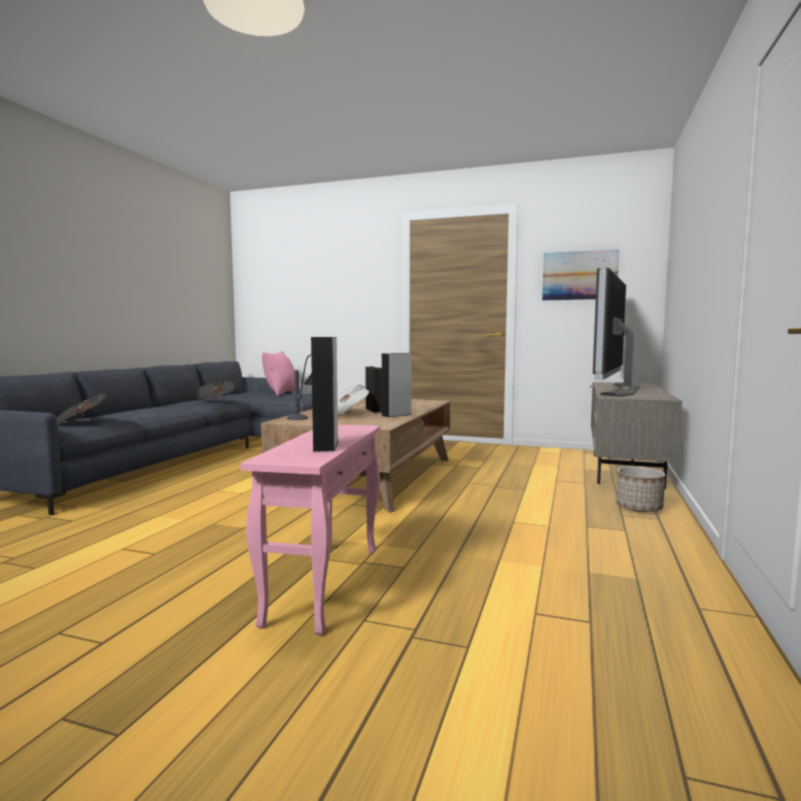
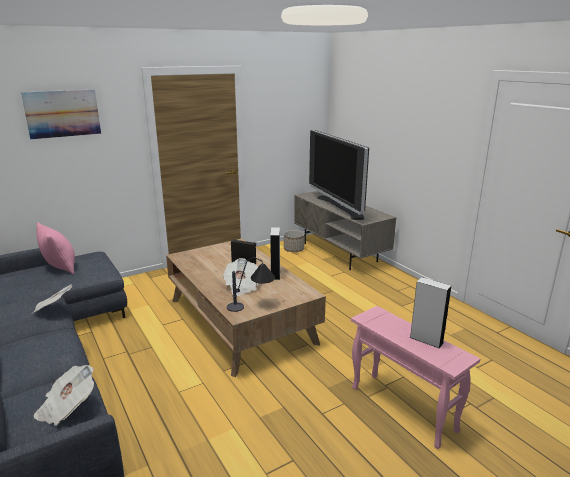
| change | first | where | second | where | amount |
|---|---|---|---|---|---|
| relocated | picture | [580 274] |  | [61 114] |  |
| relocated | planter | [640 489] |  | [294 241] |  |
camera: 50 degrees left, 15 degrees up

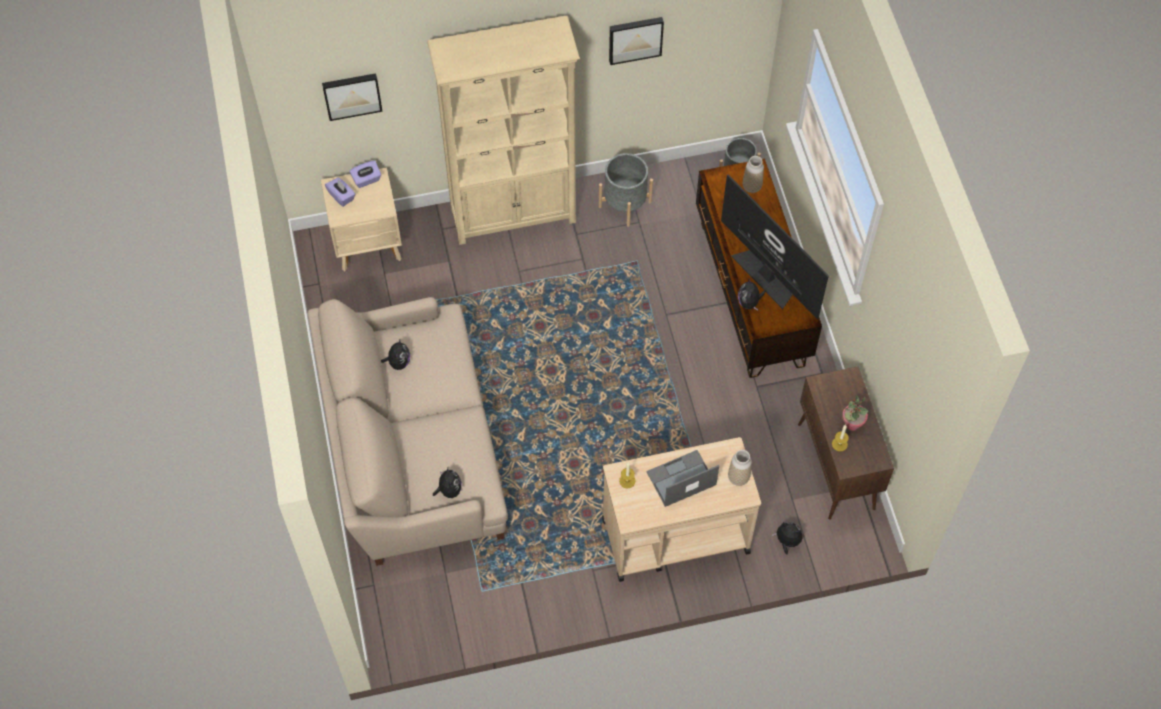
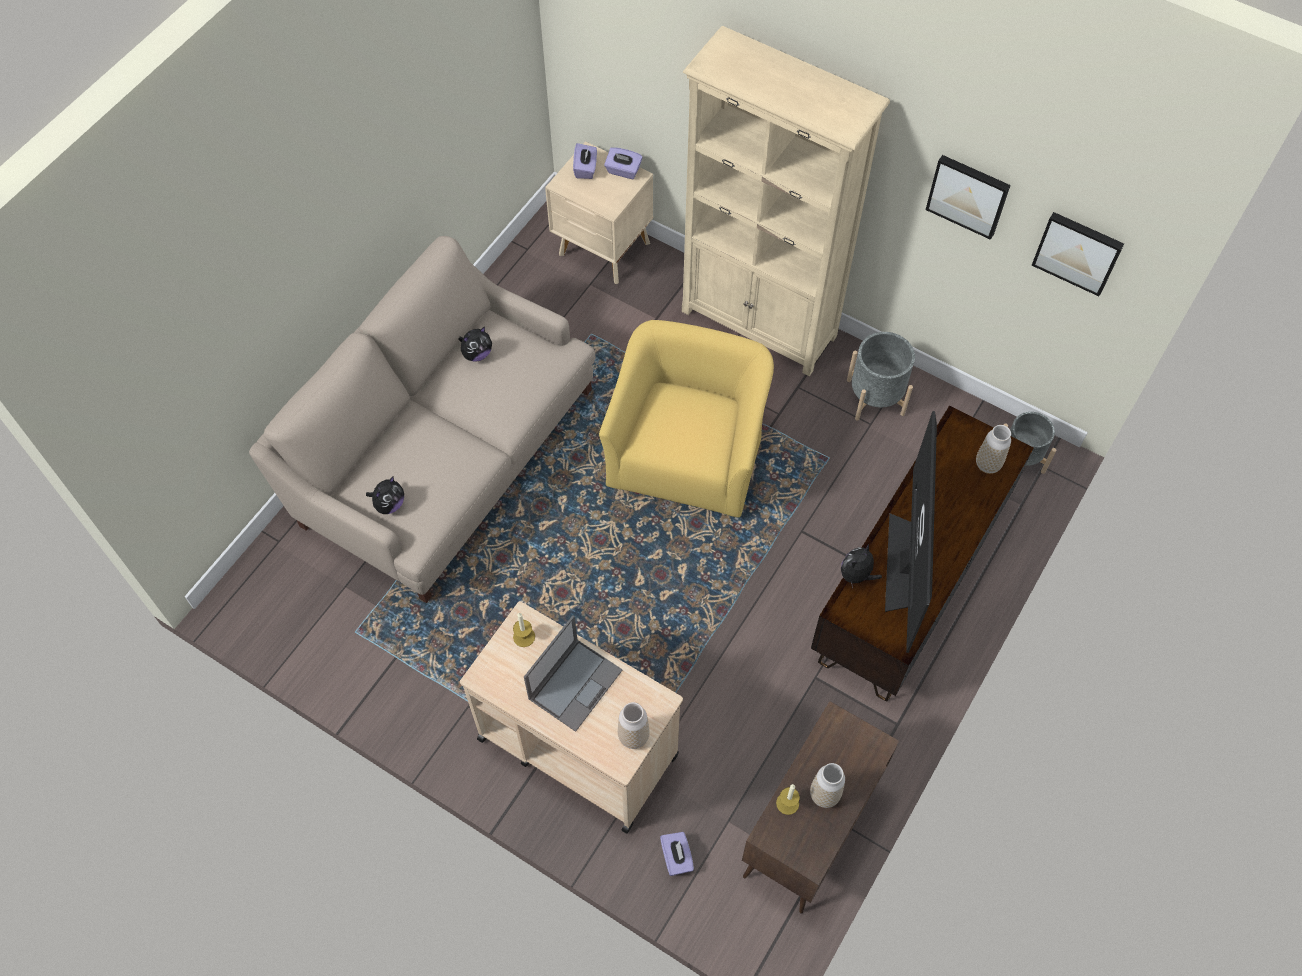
| change | first | where | second | where | amount |
|---|---|---|---|---|---|
| appeared |  |  | yellow armchair | [686 418] |  |
| relocated | picture | [352 97] |  | [1078 254] |  |
| exchanged | plush toy | [787 538] | purple tissue box | [677 854] |  |
| exchanged | potted plant | [855 413] | vase | [827 785] |  |
| spun | laptop | [682 478] |  | [573 673] | 105 degrees clockwise |
camera: 45 degrees right, 0 degrees up

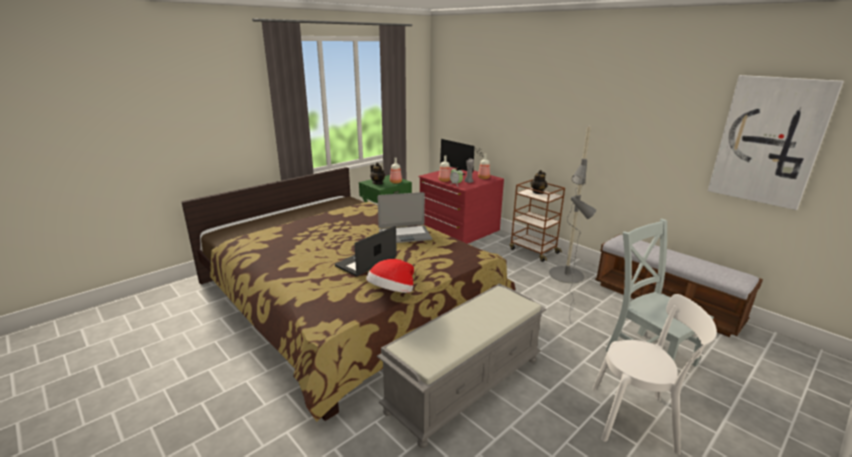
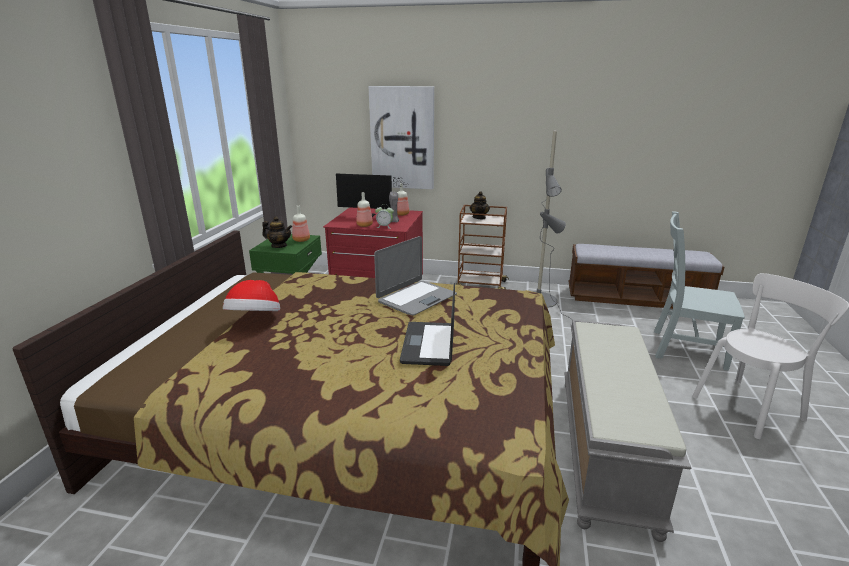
| change | first | where | second | where | amount |
|---|---|---|---|---|---|
| relocated | hat | [390 276] |  | [251 295] |  |
| relocated | picture | [776 142] |  | [401 137] |  |
camera: 35 degrees left, 0 degrees up

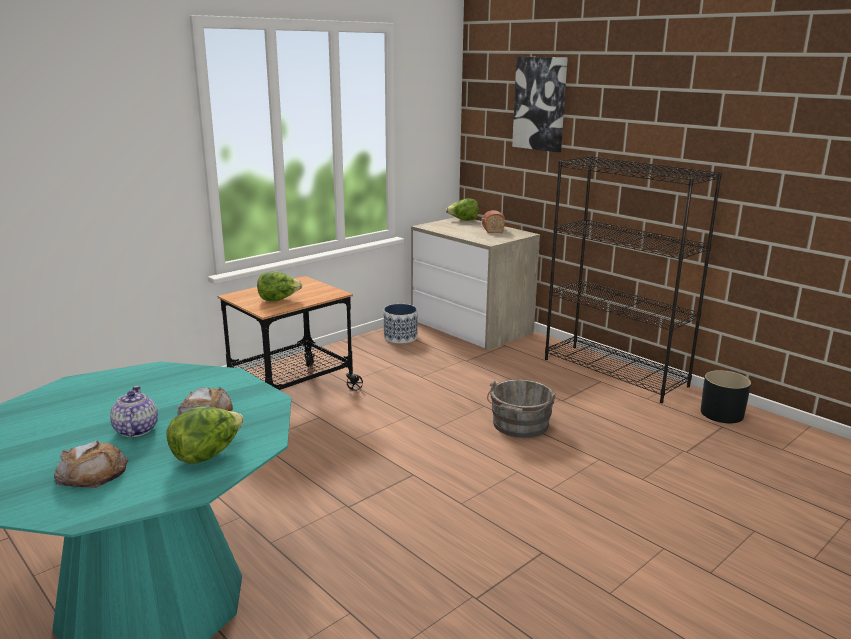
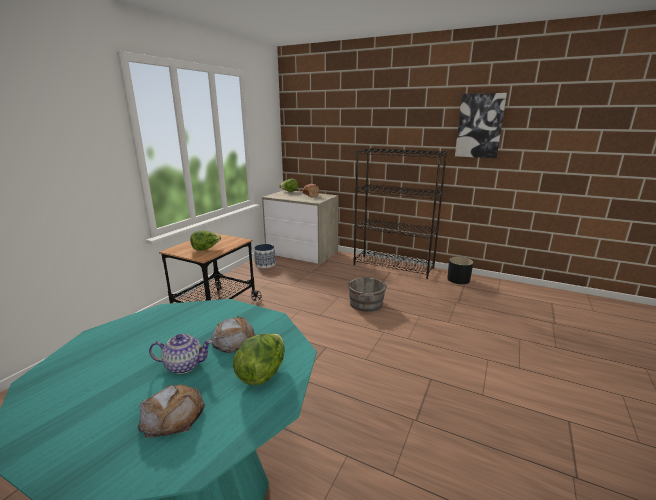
| change | first | where | second | where | amount |
|---|---|---|---|---|---|
| relocated | picture | [540 104] |  | [481 125] |  |
| spun | teapot | [134 411] |  | [181 354] | 120 degrees clockwise |
camera: 20 degrees left, 0 degrees up

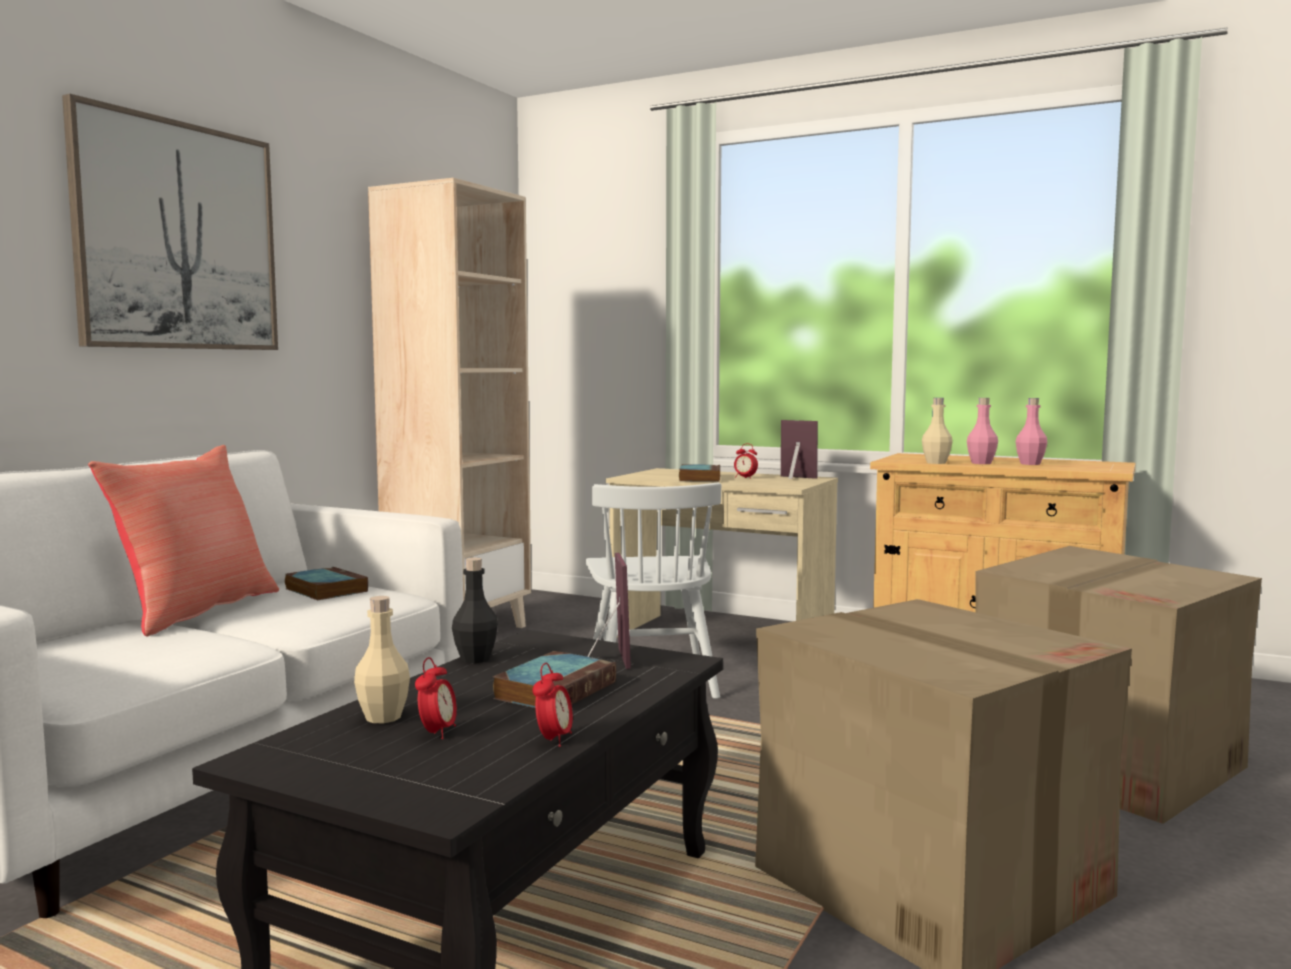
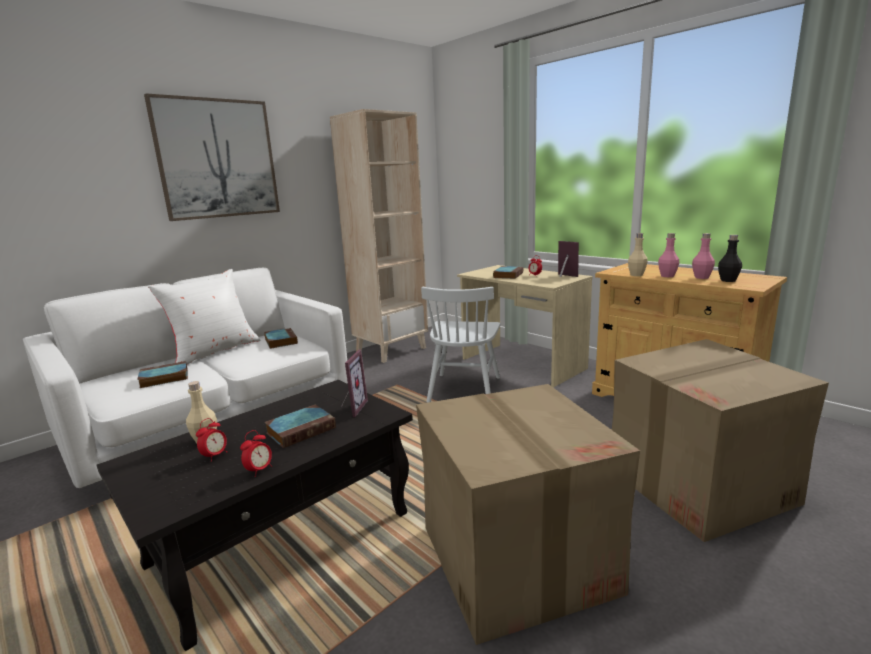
| change | first | where | second | where | amount |
|---|---|---|---|---|---|
| appeared |  |  | book | [162 374] |  |
| relocated | black bottle | [475 610] |  | [730 258] |  |
| colour | red pillow | [183 540] | white pillow | [204 317] |  |
camera: 20 degrees right, 10 degrees up

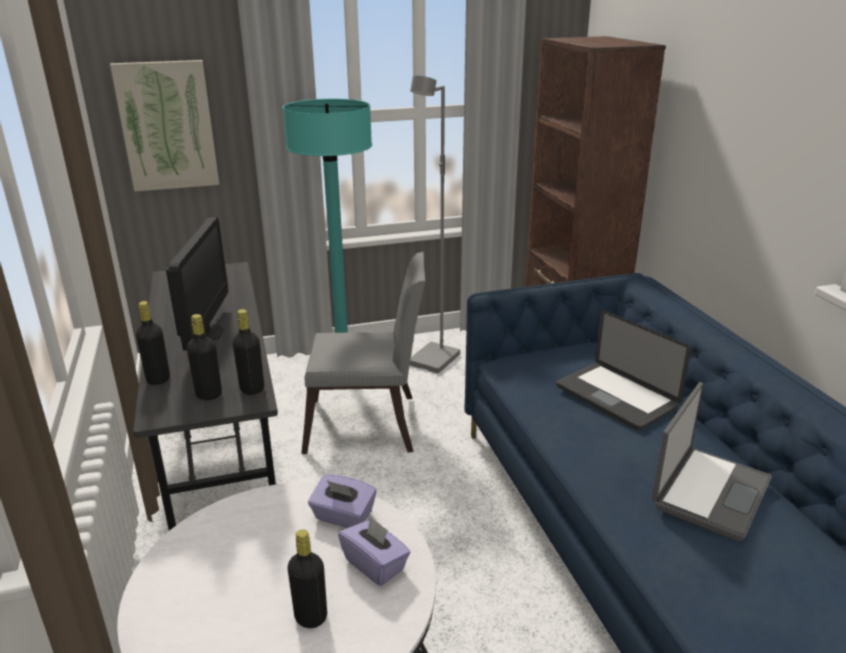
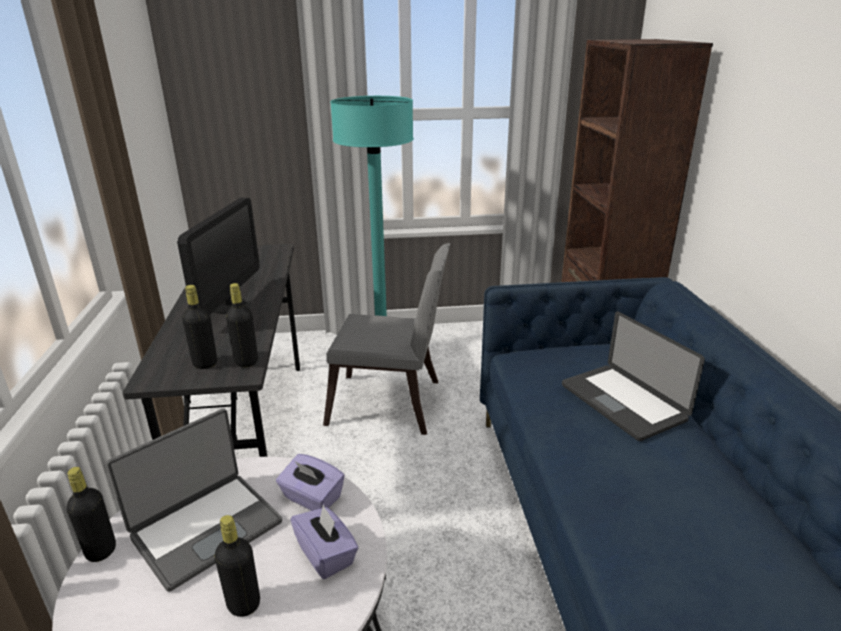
| change | first | where | second | where | amount |
|---|---|---|---|---|---|
| missing | picture | [164 126] |  |  |  |
| missing | grey floor lamp | [435 225] |  |  |  |
| relocated | black bottle | [153 343] |  | [91 514] |  |
| relocated | laptop | [712 462] |  | [194 500] |  |
camera: 10 degrees right, 0 degrees up

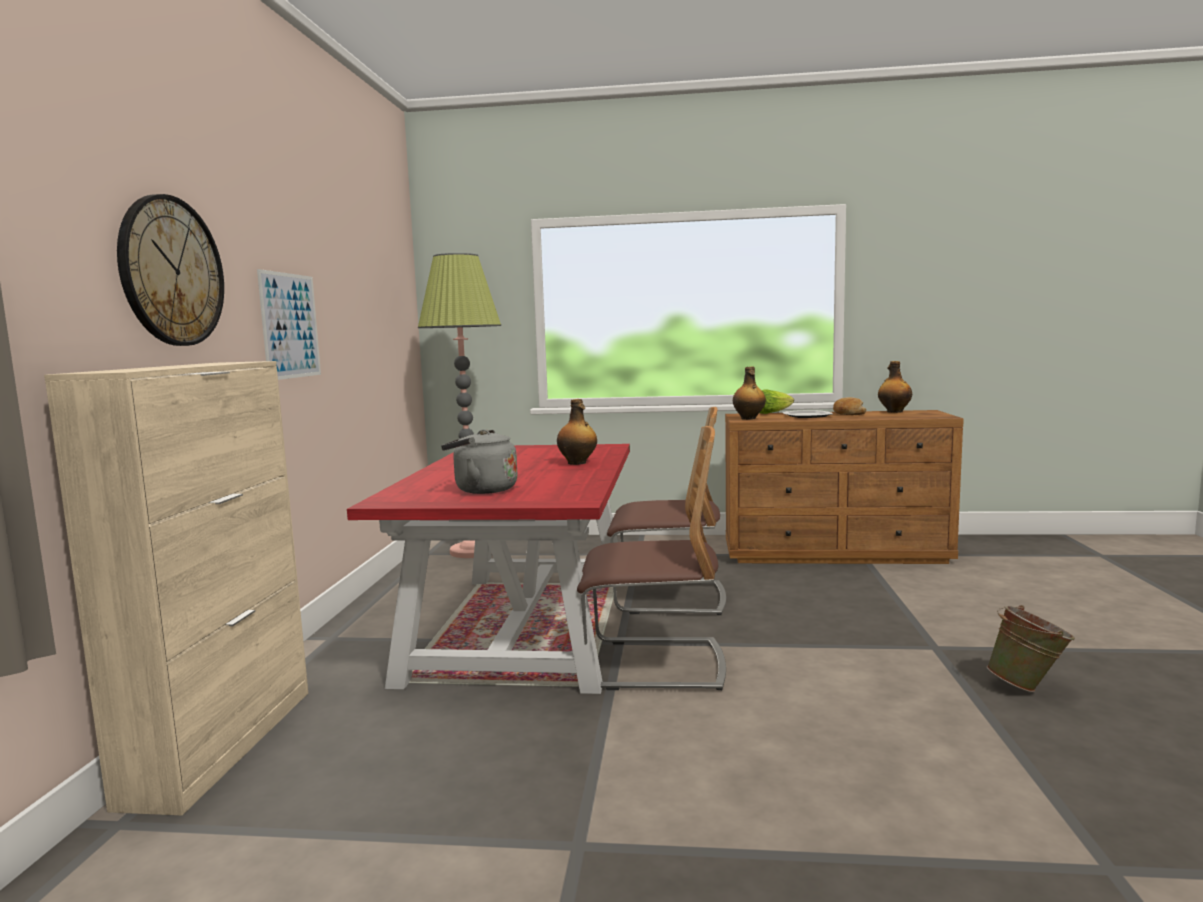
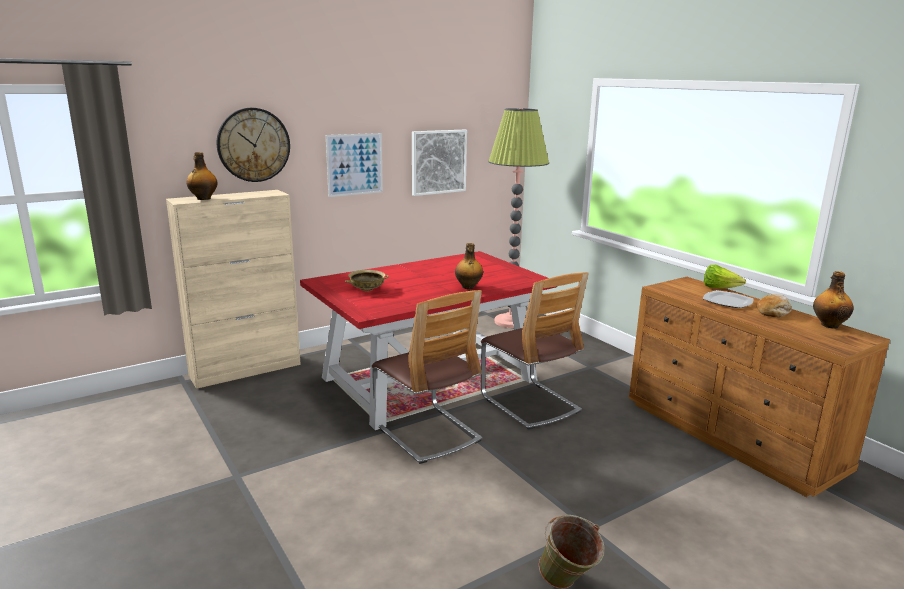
| change | first | where | second | where | amount |
|---|---|---|---|---|---|
| appeared |  |  | picture | [439 163] |  |
| relocated | bottle | [749 393] |  | [201 176] |  |
| exchanged | grey kettle | [479 461] | beige bowl | [367 280] |  |
camera: 50 degrees right, 10 degrees up

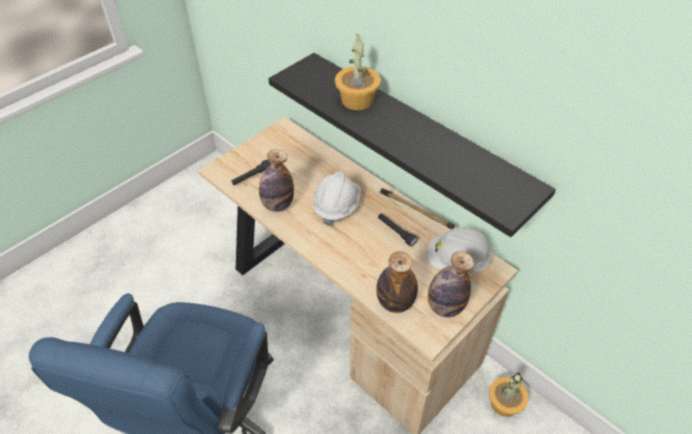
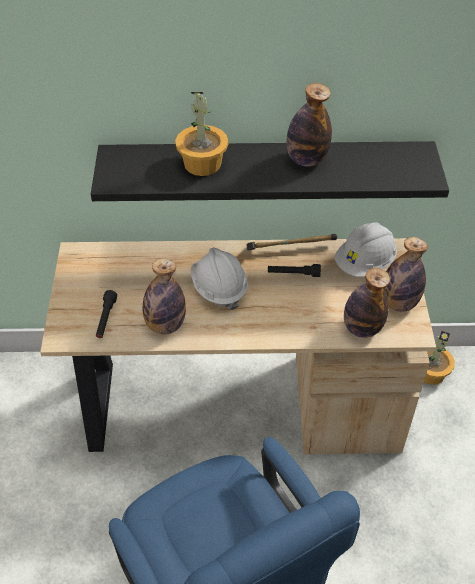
| change | first | where | second | where | amount |
|---|---|---|---|---|---|
| appeared |  |  | bottle | [309 125] |  |
camera: 45 degrees left, 0 degrees up

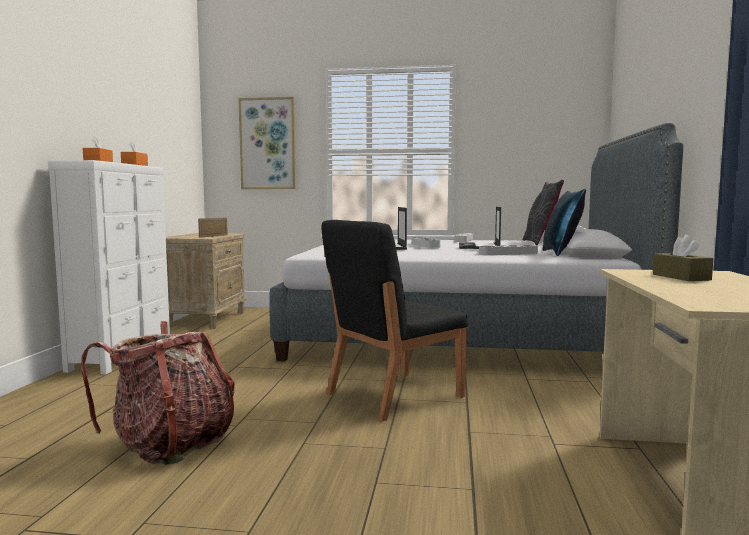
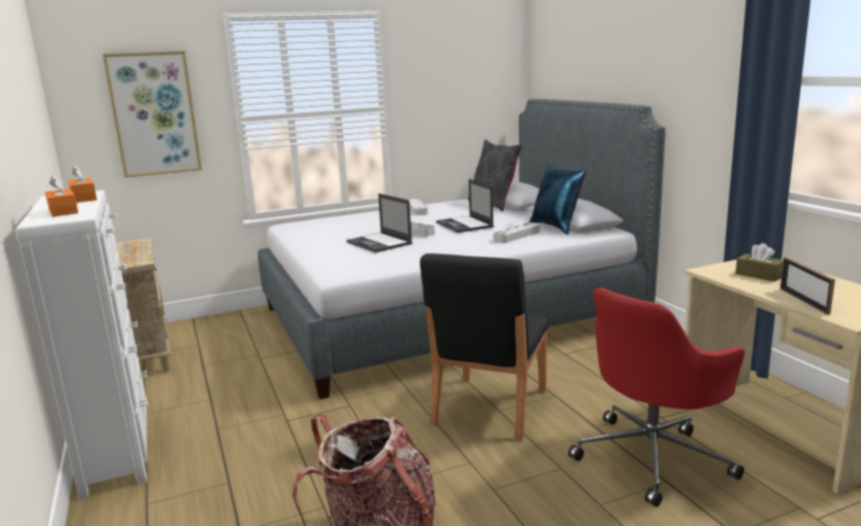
| change | first | where | second | where | amount |
|---|---|---|---|---|---|
| appeared |  |  | red office chair | [656 397] |  |
| relocated | picture frame | [213 227] |  | [807 286] |  |
camera: 30 degrees left, 10 degrees up

